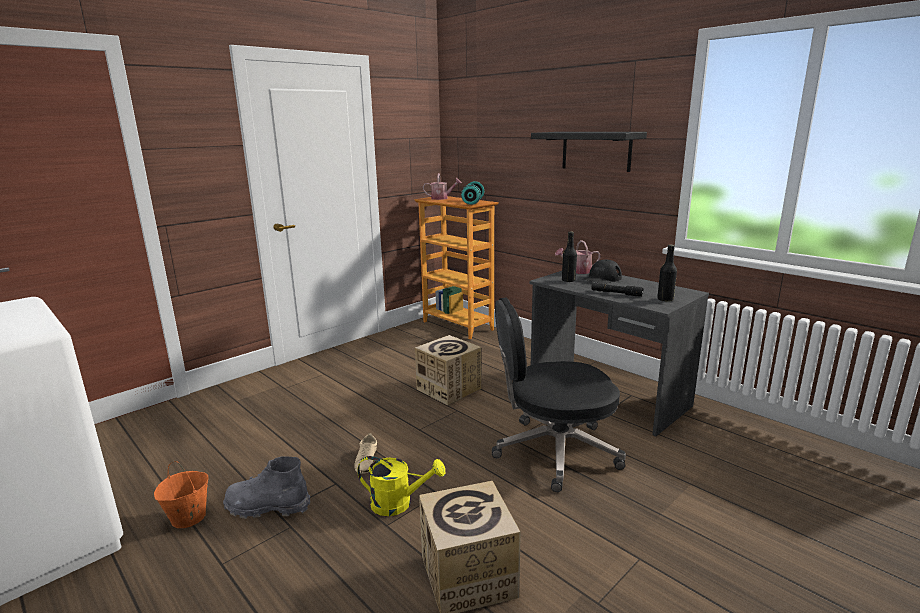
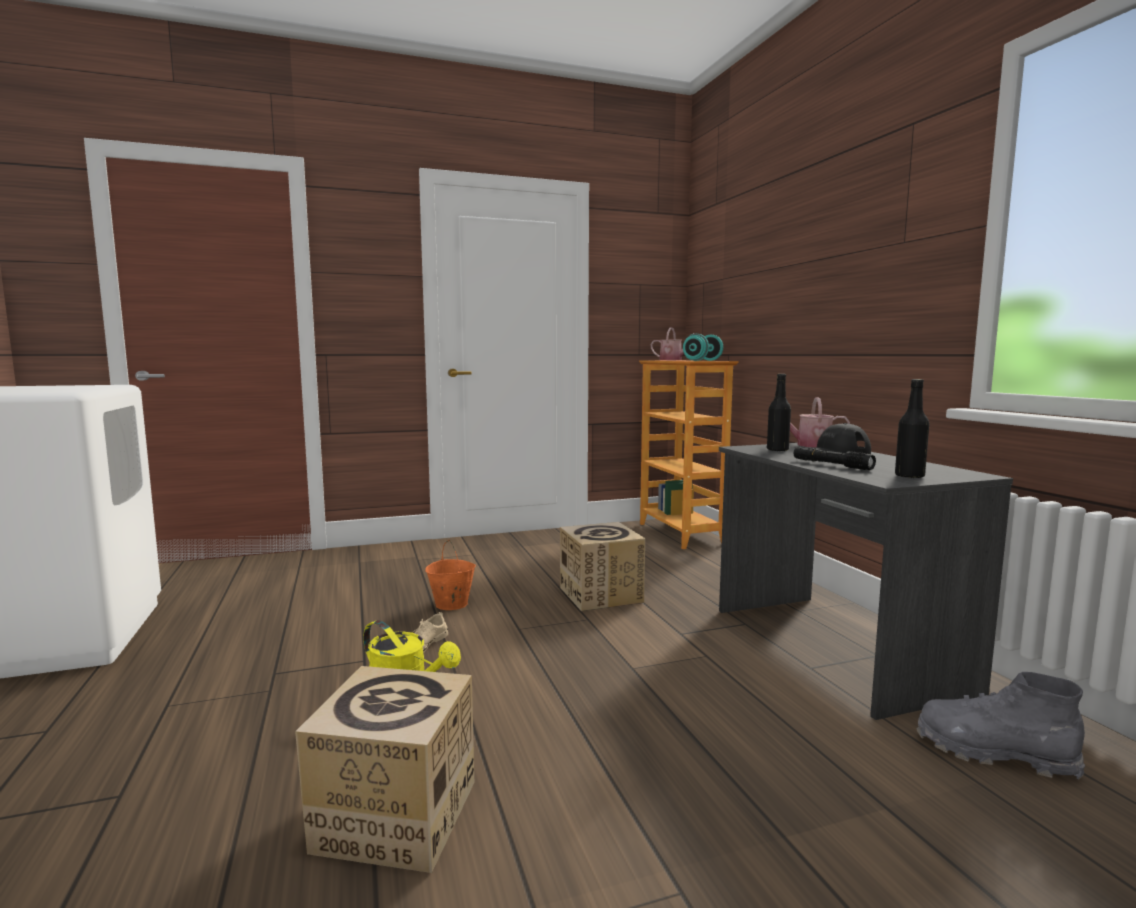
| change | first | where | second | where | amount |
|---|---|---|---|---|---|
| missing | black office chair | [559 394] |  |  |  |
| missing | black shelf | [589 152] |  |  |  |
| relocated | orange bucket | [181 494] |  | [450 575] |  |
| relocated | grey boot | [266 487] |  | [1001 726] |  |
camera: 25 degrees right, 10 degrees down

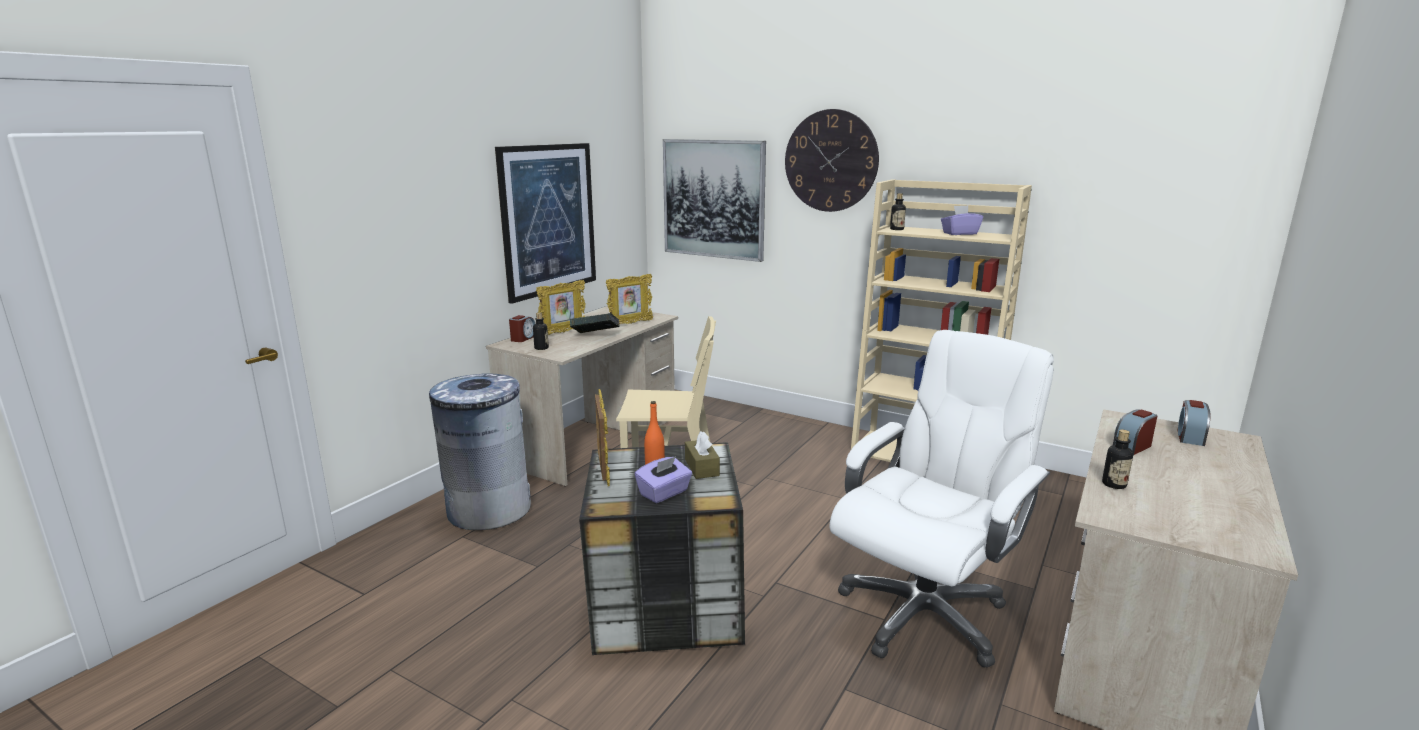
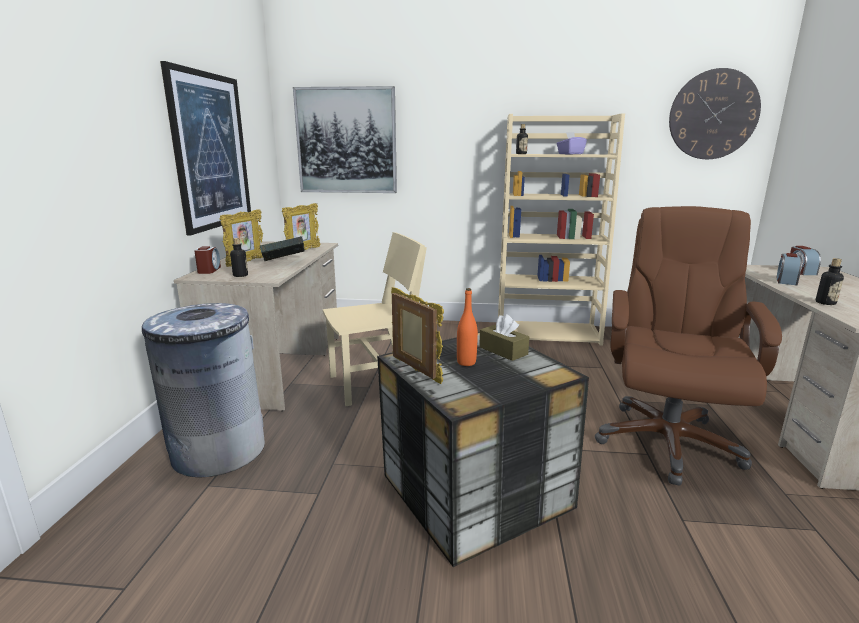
| change | first | where | second | where | amount |
|---|---|---|---|---|---|
| missing | purple tissue box | [663 479] |  |  |  |
| relocated | wall clock | [832 160] |  | [715 113] |  |
| colour | white office chair | [941 499] | brown office chair | [688 346] |  |
camera: 25 degrees left, 0 degrees up

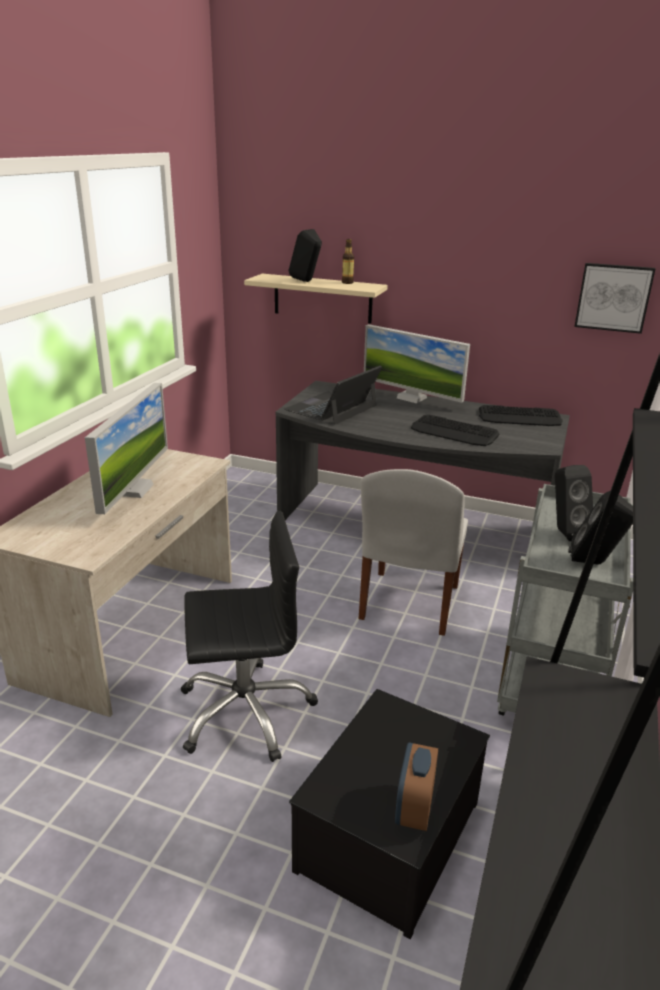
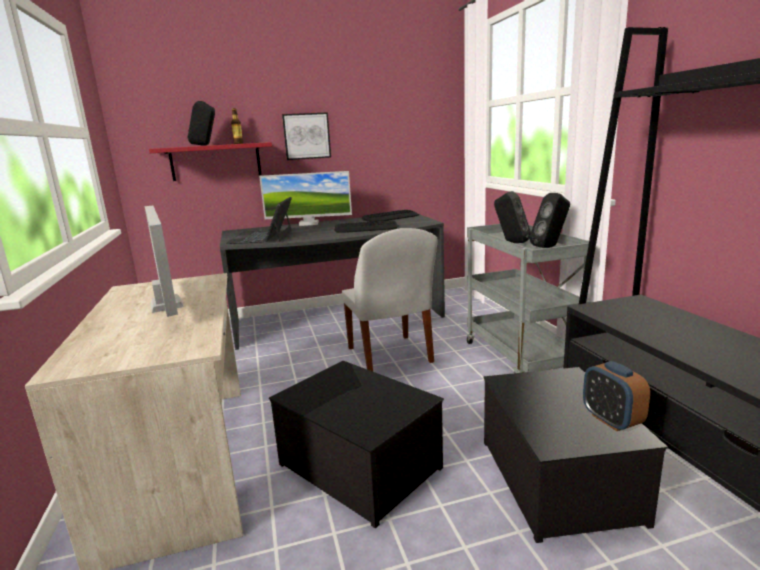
| change | first | where | second | where | amount |
|---|---|---|---|---|---|
| relocated | picture | [614 298] |  | [306 136] |  |
| exchanged | black office chair | [249 636] | storage box | [356 444] |  |
| colour | beige shelf | [316 298] | red shelf | [210 161] |  |
camera: 35 degrees left, 10 degrees down

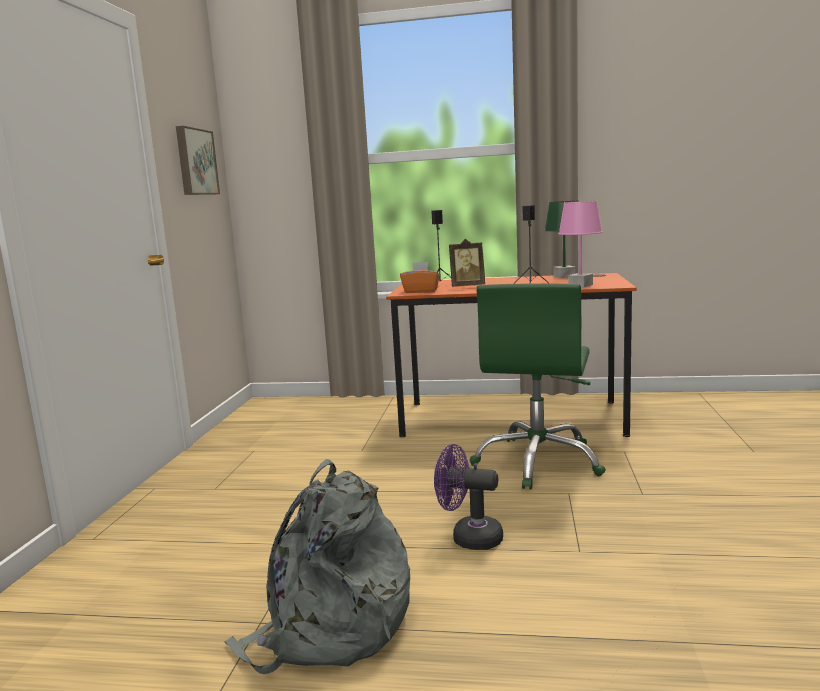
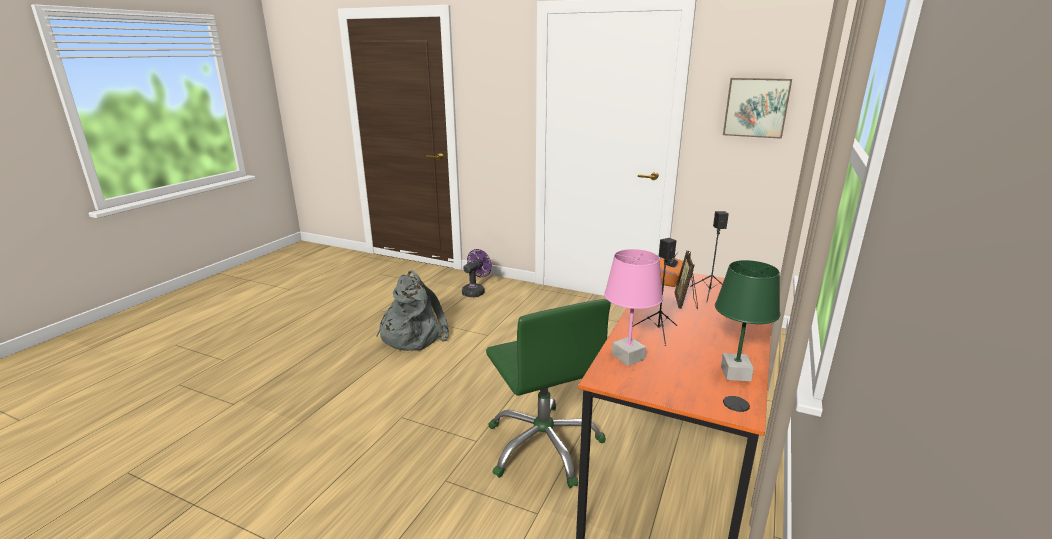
| change | first | where | second | where | amount |
|---|---|---|---|---|---|
| relocated | purple fan | [468 497] |  | [477 273] |  |
| spun | green office chair | [538 386] |  | [548 393] | 150 degrees counterclockwise |
camera: 105 degrees right, 10 degrees up

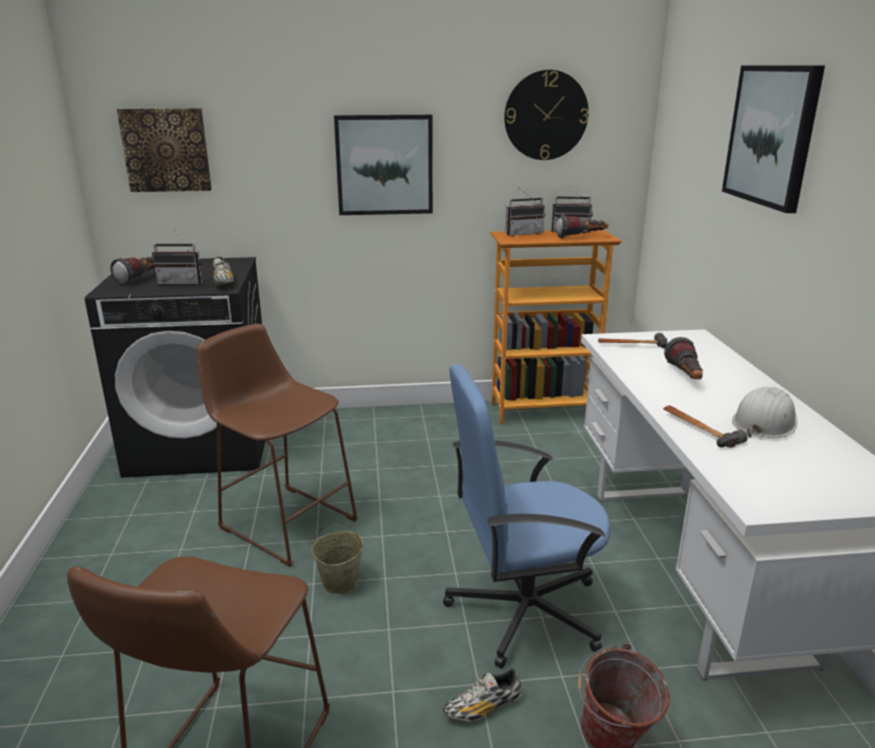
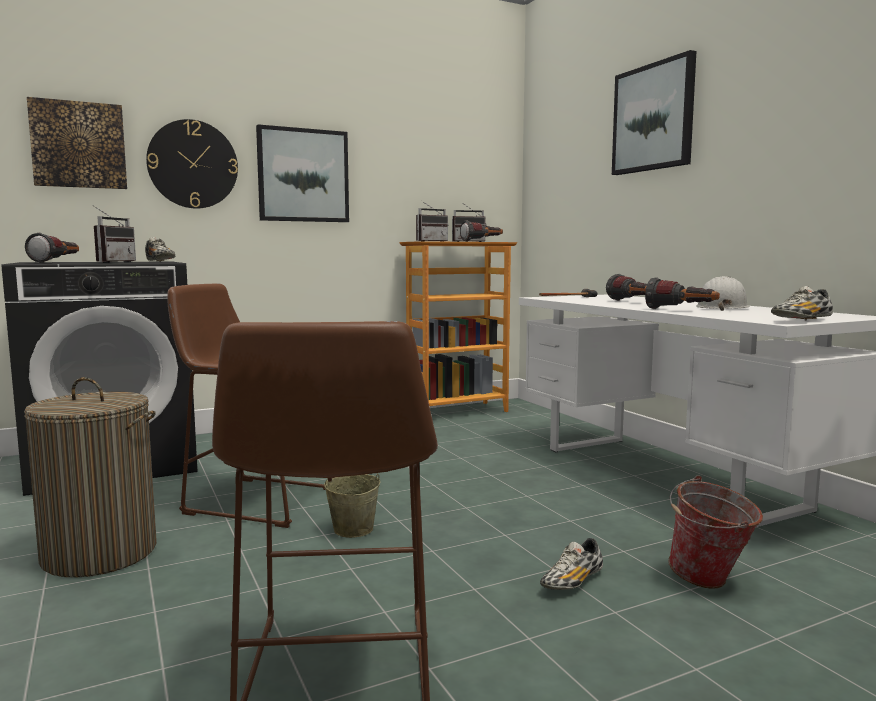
| change | first | where | second | where | amount |
|---|---|---|---|---|---|
| missing | blue office chair | [527 516] |  |  |  |
| appeared |  |  | laundry basket | [90 477] |  |
| appeared |  |  | shoe | [802 303] |  |
| relocated | wall clock | [546 115] |  | [192 164] |  |
| exchanged | hammer | [705 427] | flashlight | [682 293] |  |
| spun | radio | [177 257] |  | [114 234] | 60 degrees counterclockwise |
camera: 20 degrees left, 15 degrees down

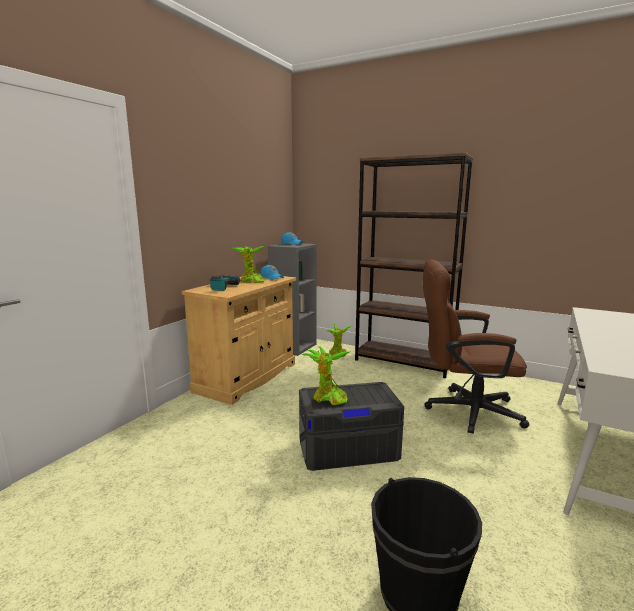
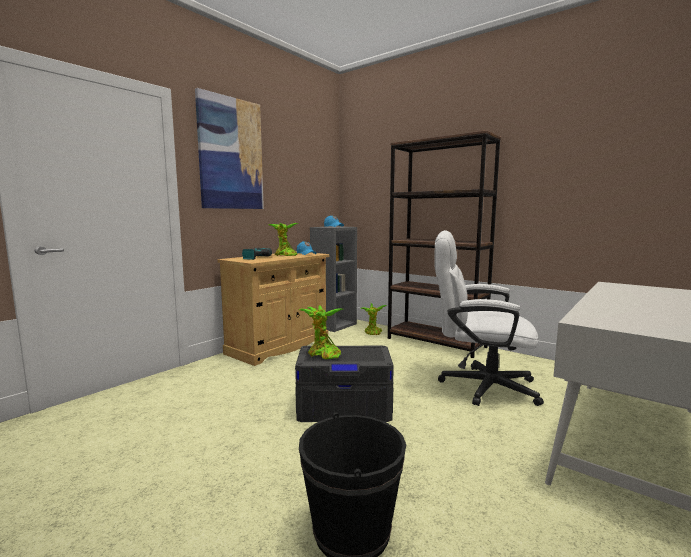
| change | first | where | second | where | amount |
|---|---|---|---|---|---|
| appeared |  |  | picture | [229 148] |  |
| colour | brown office chair | [476 346] | white office chair | [489 318] |  |
camera: 10 degrees right, 5 degrees down

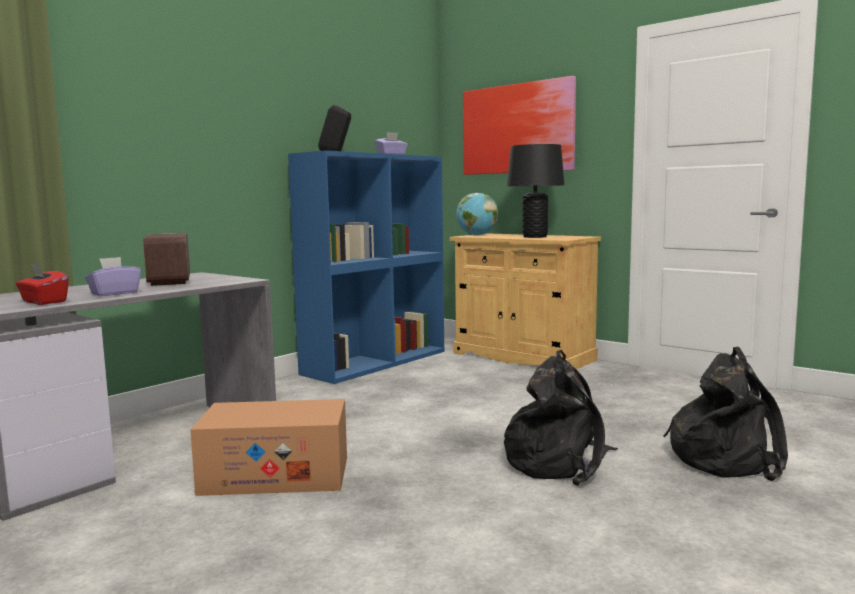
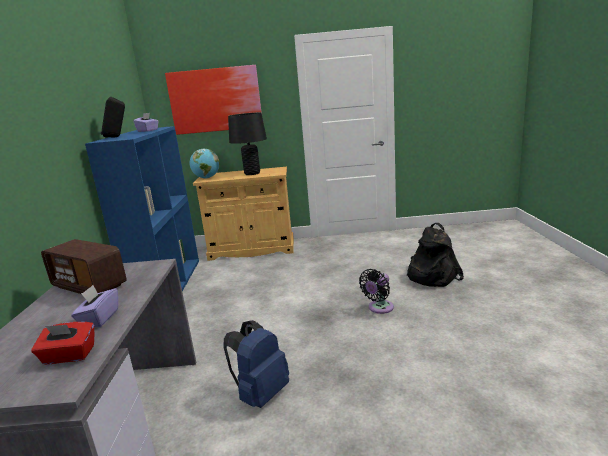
| change | first | where | second | where | amount |
|---|---|---|---|---|---|
| exchanged | cardboard box | [268 447] | blue backpack | [256 364] |  |
| exchanged | black backpack | [561 418] | black fan | [376 291] |  |
camera: 40 degrees left, 10 degrees up

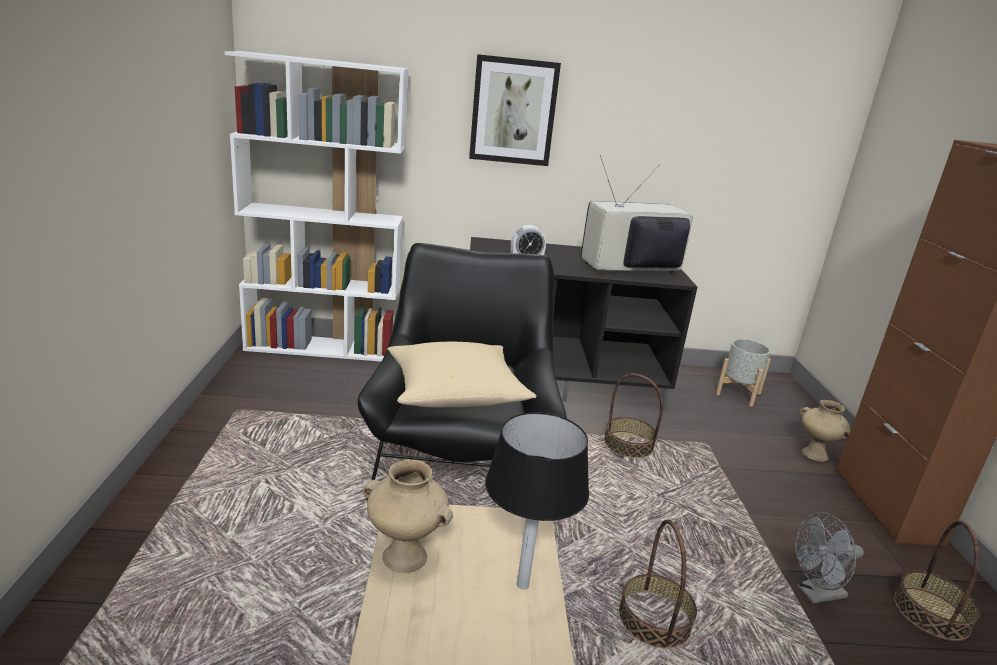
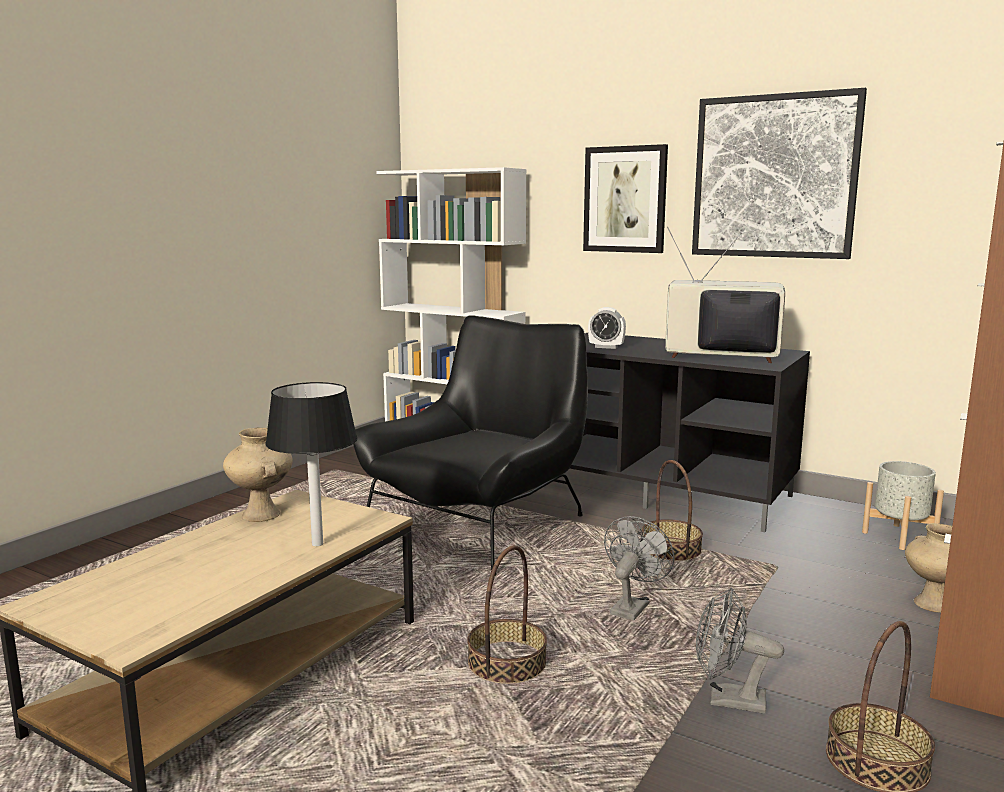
| change | first | where | second | where | amount |
|---|---|---|---|---|---|
| missing | beige pillow | [462 374] |  |  |  |
| appeared |  |  | grey fan | [639 568] |  |
| appeared |  |  | picture | [779 173] |  |
camera: 35 degrees right, 10 degrees down

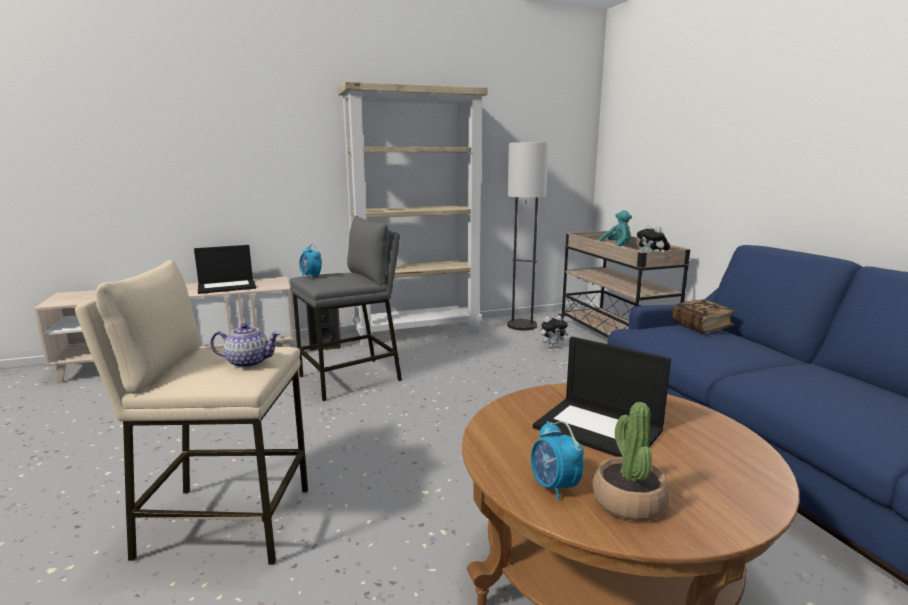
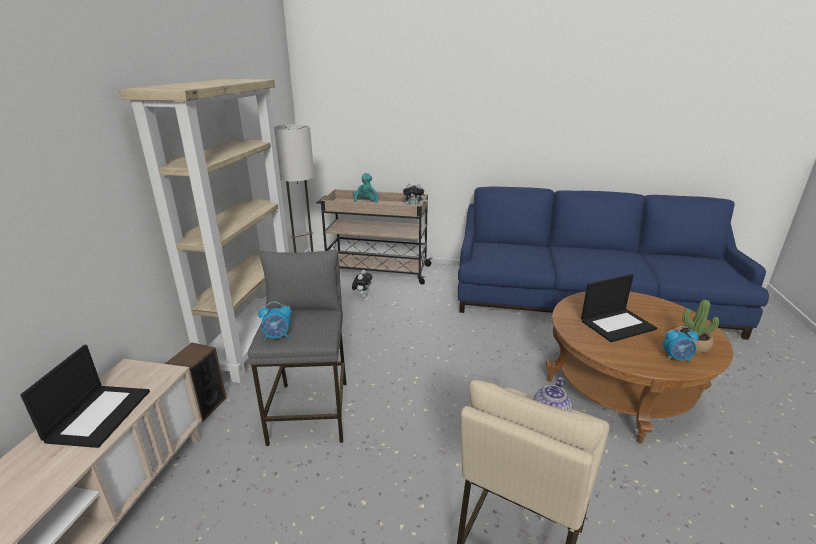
| change | first | where | second | where | amount |
|---|---|---|---|---|---|
| missing | book | [703 316] |  |  |  |
camera: 60 degrees left, 10 degrees up

